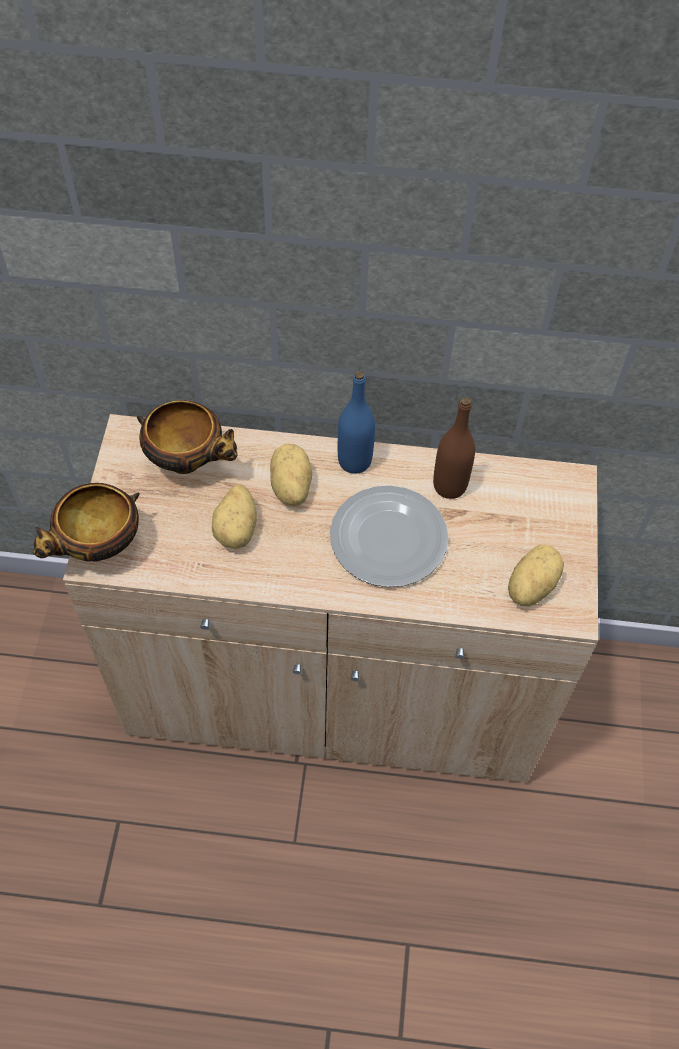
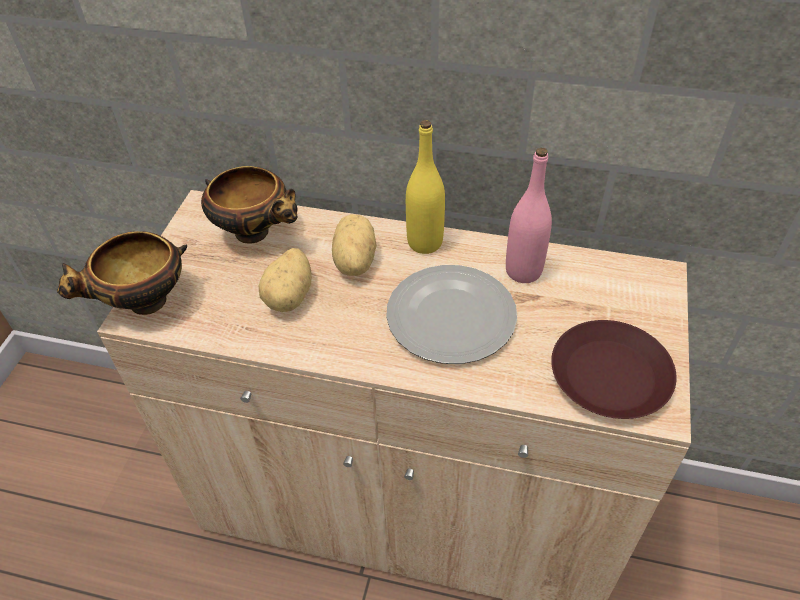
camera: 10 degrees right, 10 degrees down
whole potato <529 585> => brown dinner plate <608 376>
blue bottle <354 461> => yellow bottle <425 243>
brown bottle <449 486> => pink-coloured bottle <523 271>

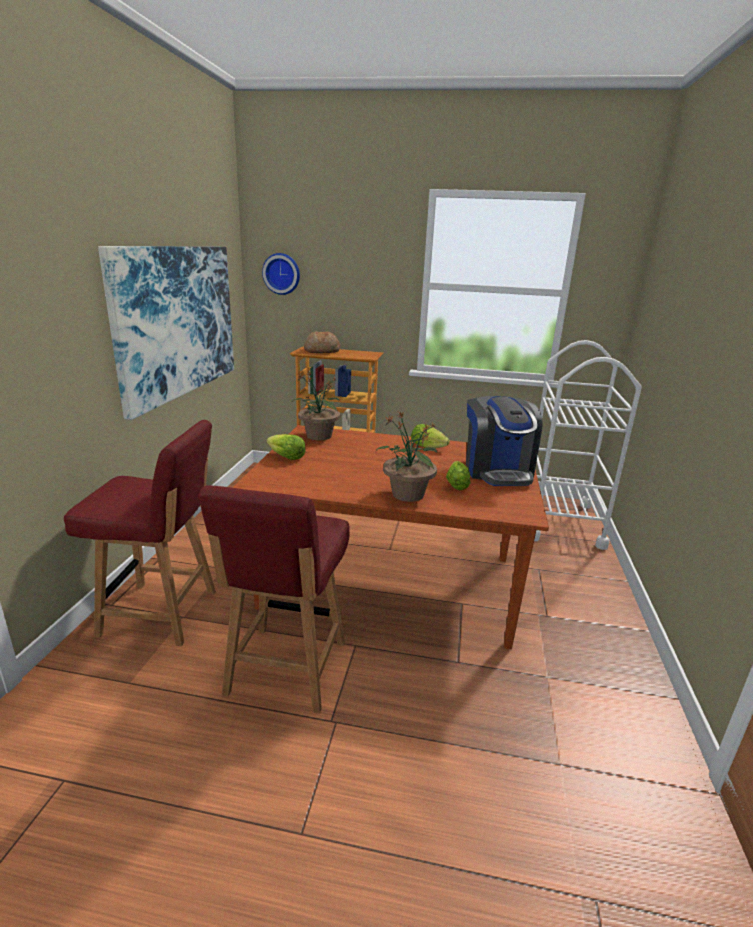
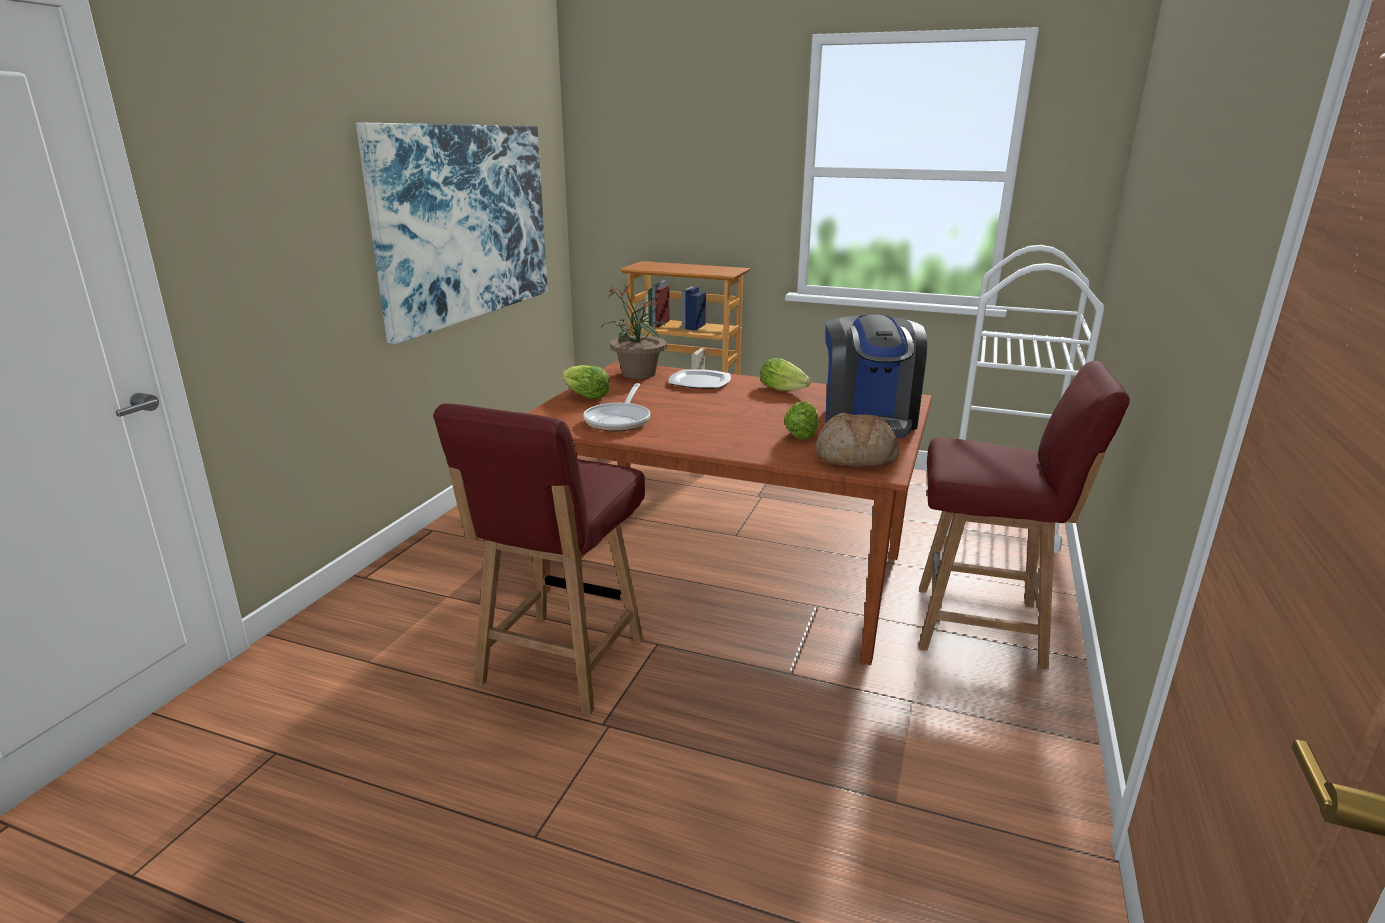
camera: 10 degrees right, 0 degrees up
clock on the wall <282 274> => nothing
plant in a pot <407 495> => nothing
nothing => frying pan <619 420>
nothing => dinner plate <700 382>
reddish upright chair <162 613> => reddish upright chair <983 626>, shifted
bakery bread <321 351> => bakery bread <855 458>, shifted

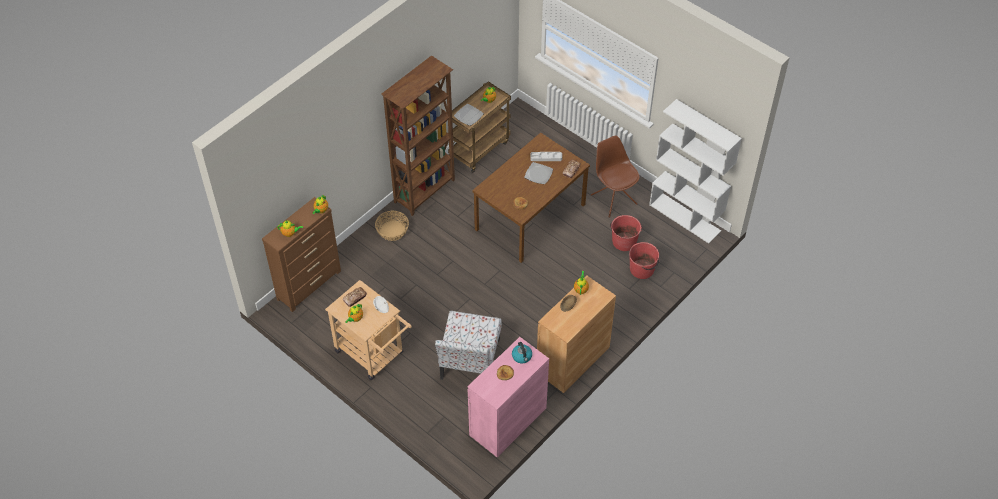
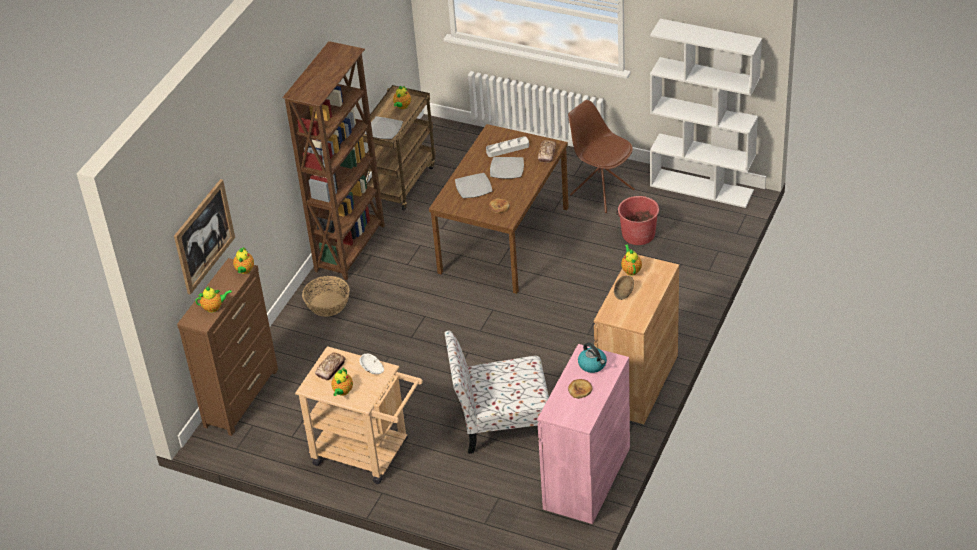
camera: 15 degrees left, 10 degrees down
reddish water bucket <642 269> => nothing
nothing => wall picture <204 236>
nothing => dinner plate <473 187>
upright chair <469 360> => upright chair <501 423>, 90 degrees clockwise

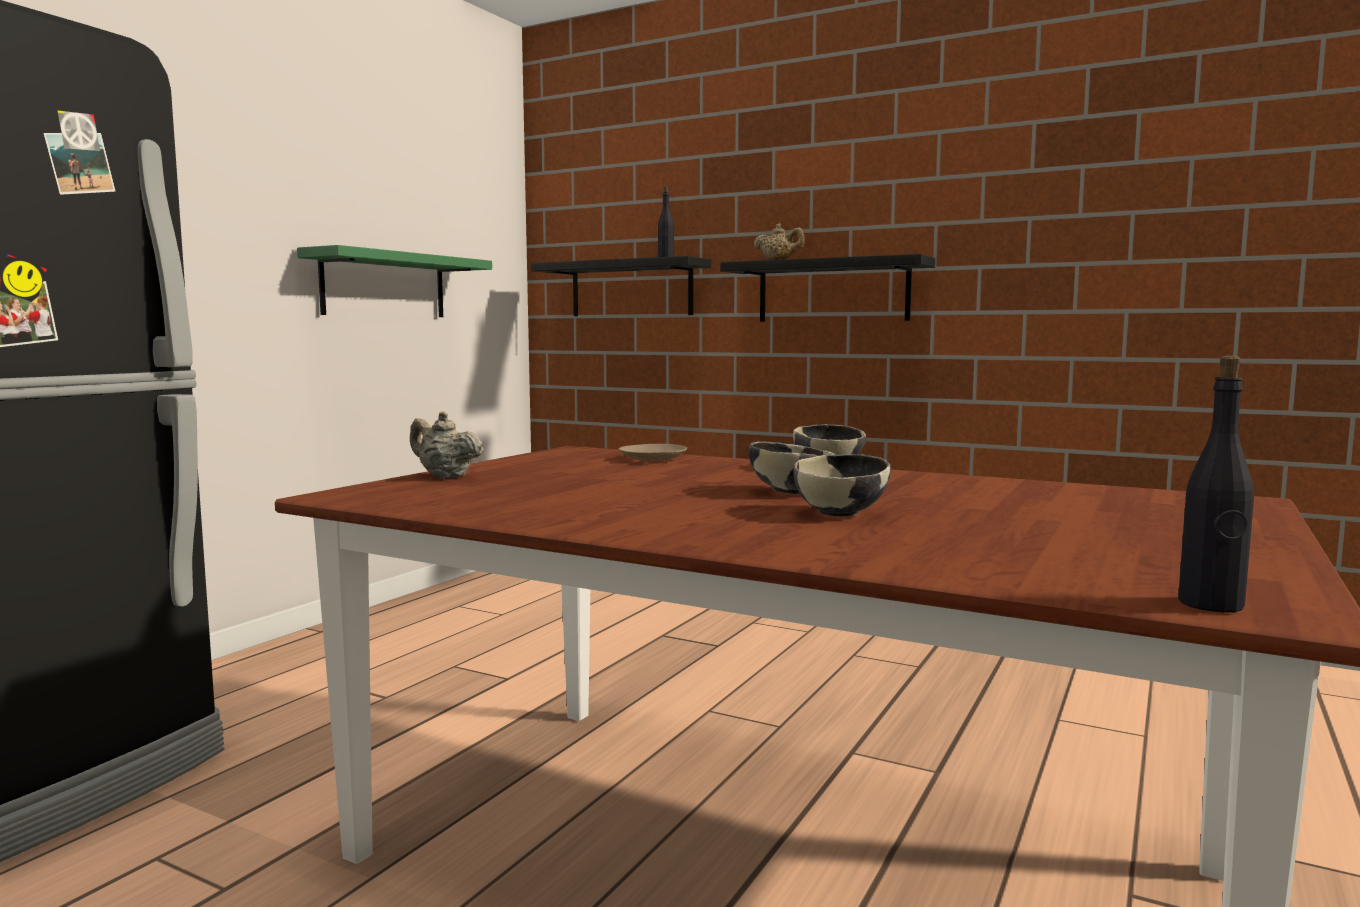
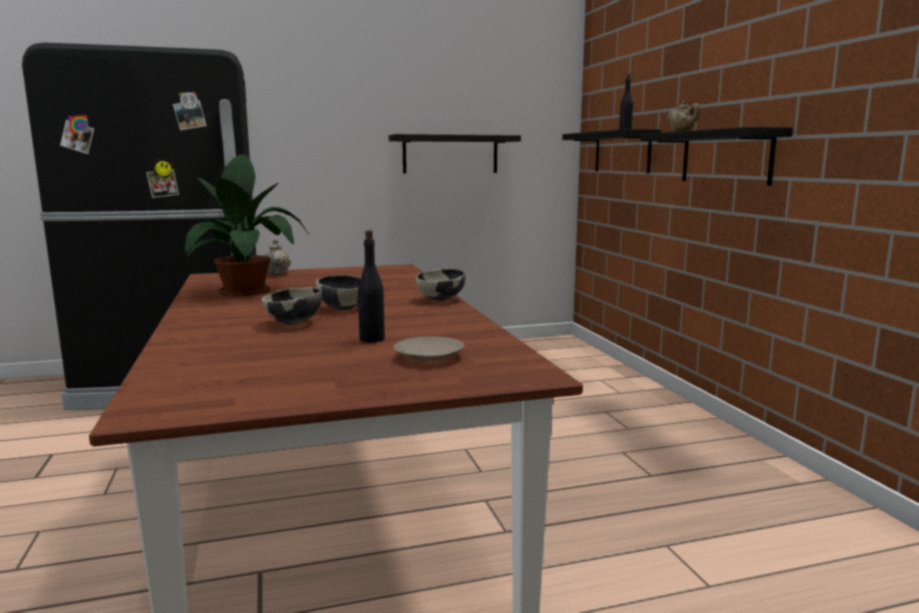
camera: 45 degrees right, 5 degrees up
nothing => plant in a pot <247 290>
beige dinner plate <653 459> => beige dinner plate <428 357>, shifted
blackish bottle <1211 604> => blackish bottle <371 339>, shifted
greenish wall shelf <384 286> => blackish wall shelf <450 154>

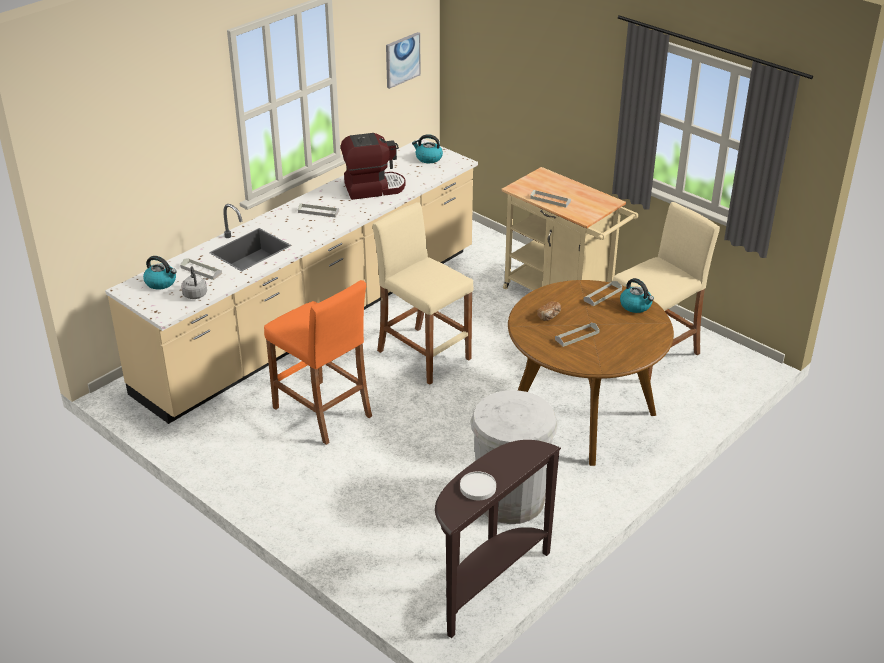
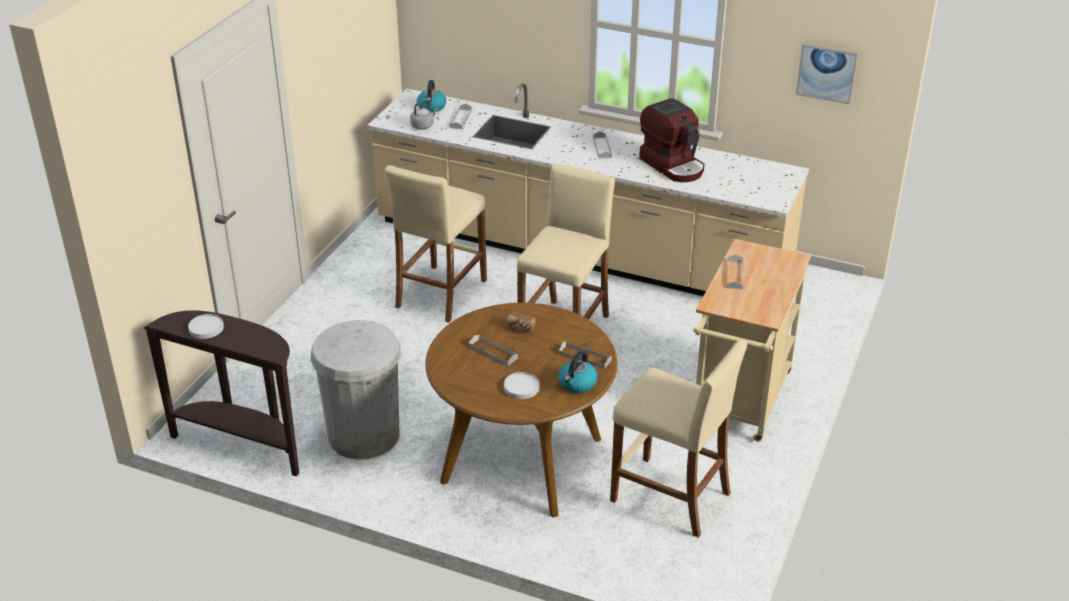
camera: 70 degrees right, 0 degrees up
tea kettle <428 158> => nothing
nothing => white dinner plate <521 387>
orange-coloured stool seat <322 412> => beige stool seat <440 293>

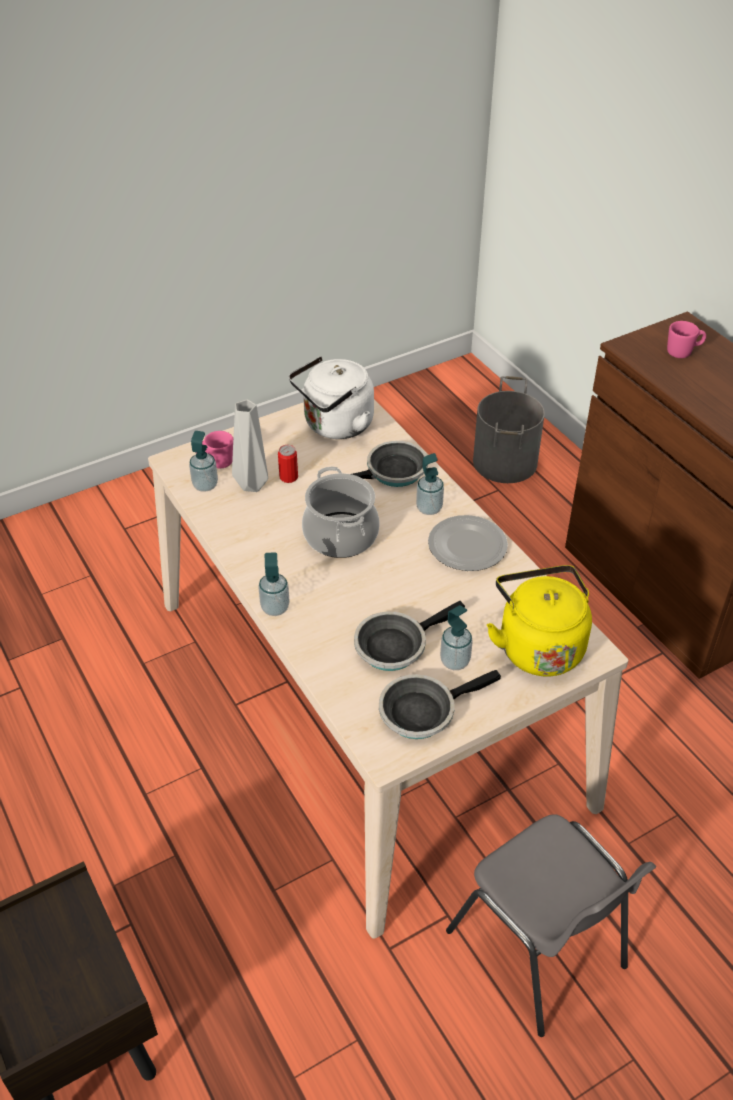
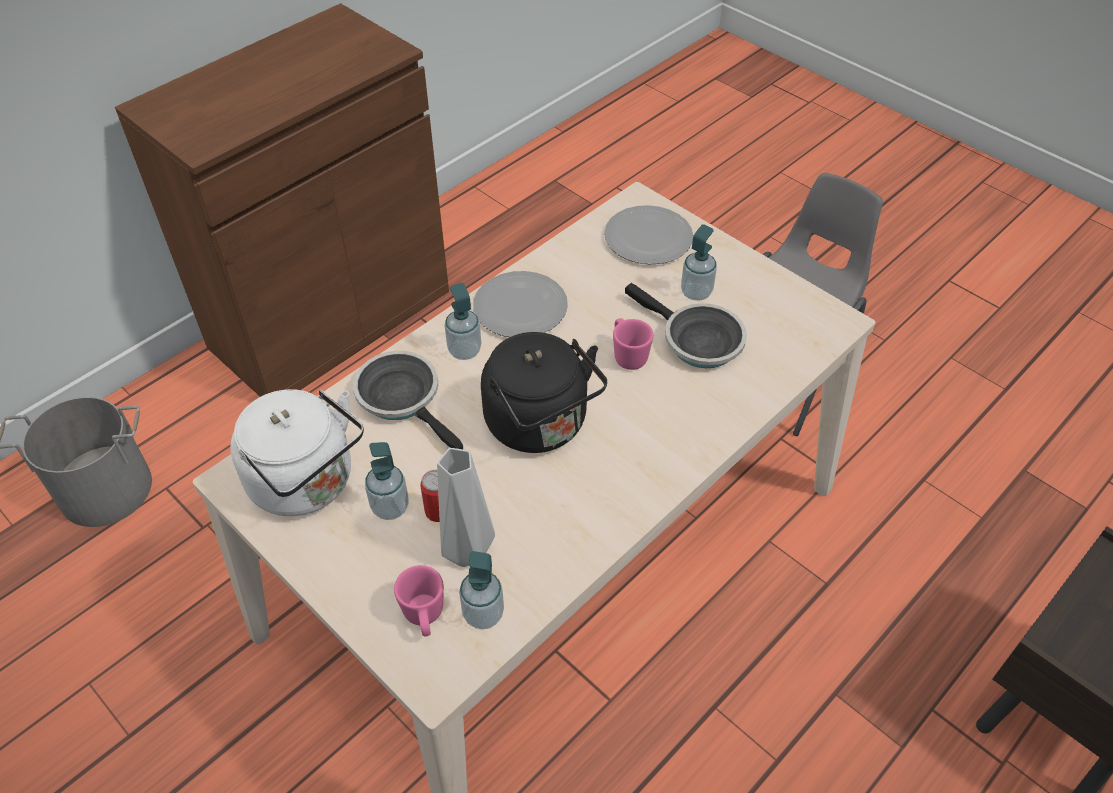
camera: 105 degrees left, 5 degrees up
frying pan <422 711> => nothing
soap dispenser <275 608> => soap dispenser <390 507>, shifted
pink-coloured mug <683 352> => pink-coloured mug <627 355>, shifted
stockpot <340 535> => blackish tea kettle <541 425>
yellow tea kettle <538 645> => dinner plate <647 238>

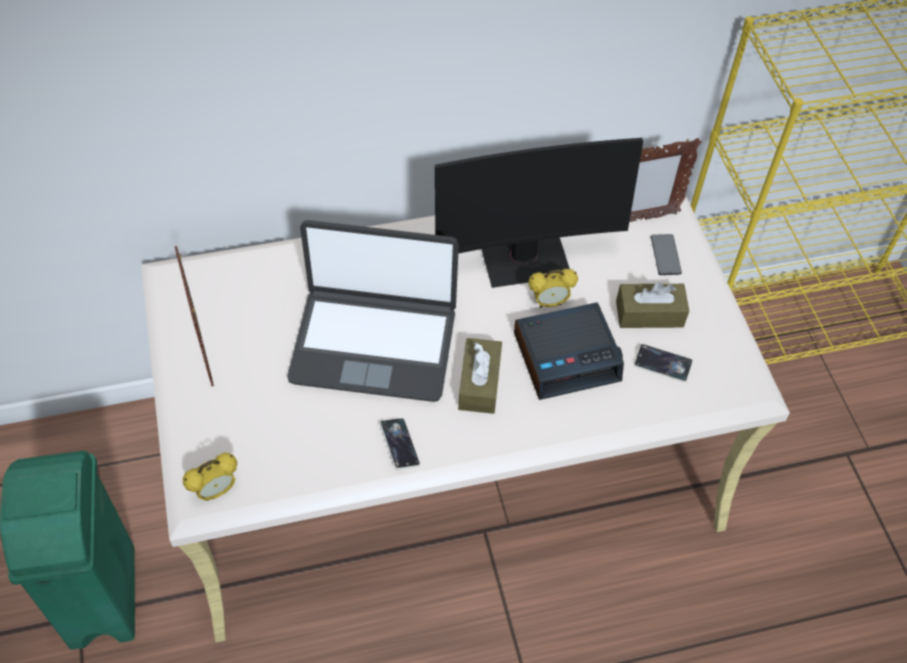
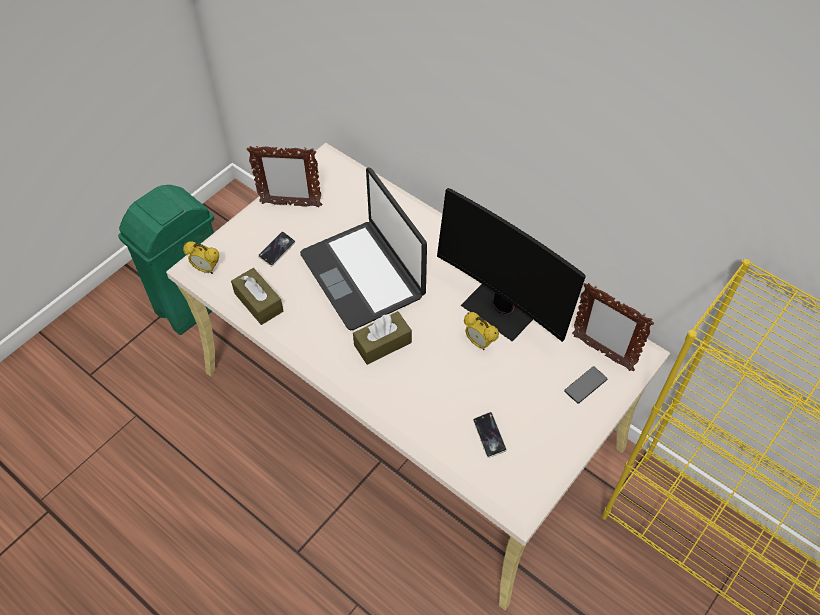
camera: 55 degrees right, 0 degrees up
alarm clock <567 356> => nothing
phone <399 445> => phone <277 250>, shifted
brown tissue box <649 314> => brown tissue box <258 302>, shifted
standing frame <204 350> => standing frame <290 204>, 120 degrees counterclockwise

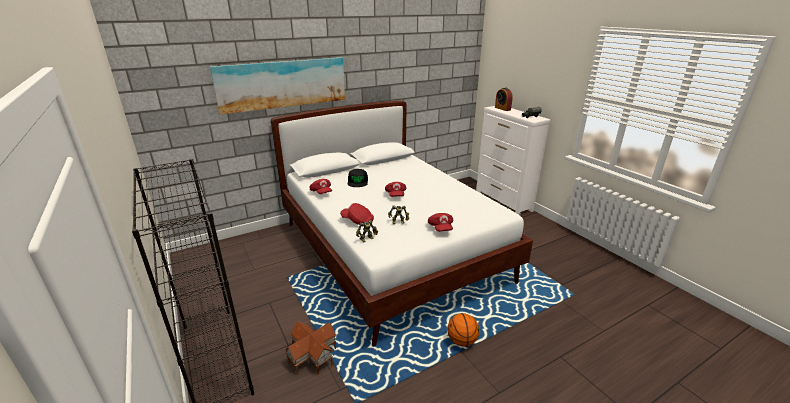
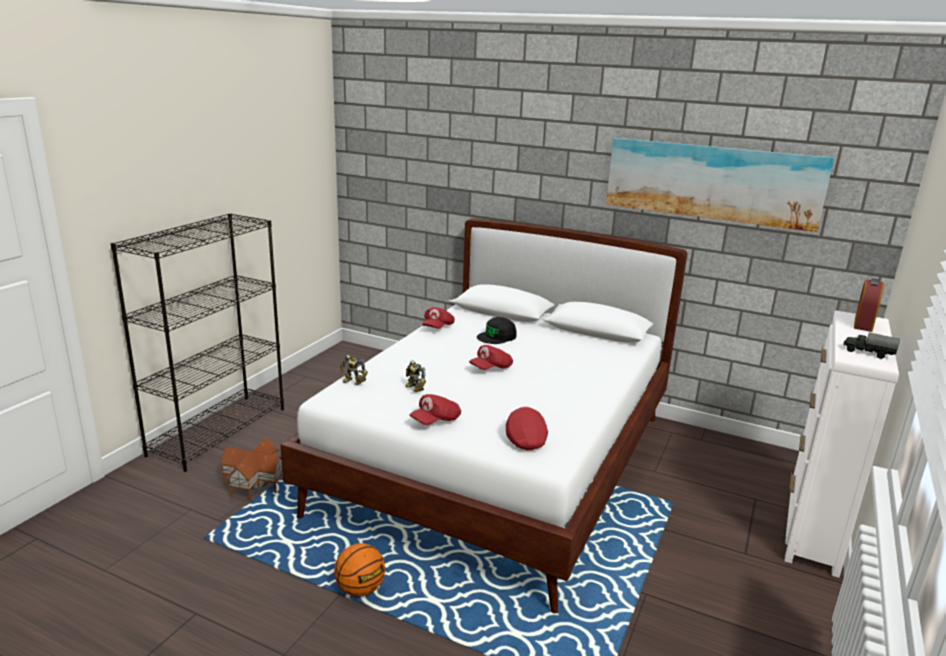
camera: 55 degrees right, 5 degrees down
wall picture <282 84> => wall picture <712 182>, shifted
reddish cap <358 221> => reddish cap <525 438>, shifted

